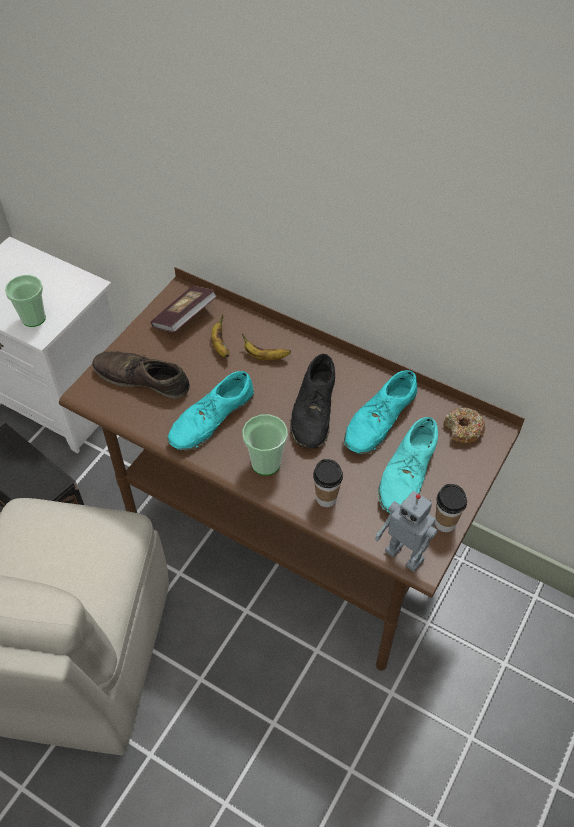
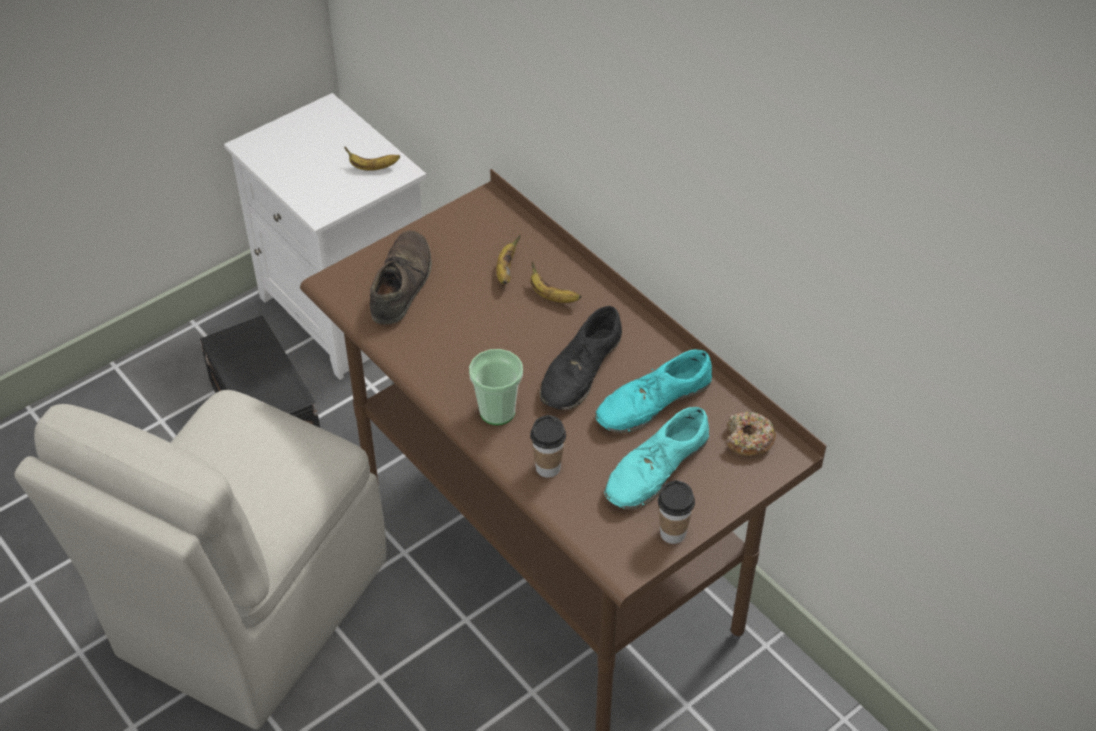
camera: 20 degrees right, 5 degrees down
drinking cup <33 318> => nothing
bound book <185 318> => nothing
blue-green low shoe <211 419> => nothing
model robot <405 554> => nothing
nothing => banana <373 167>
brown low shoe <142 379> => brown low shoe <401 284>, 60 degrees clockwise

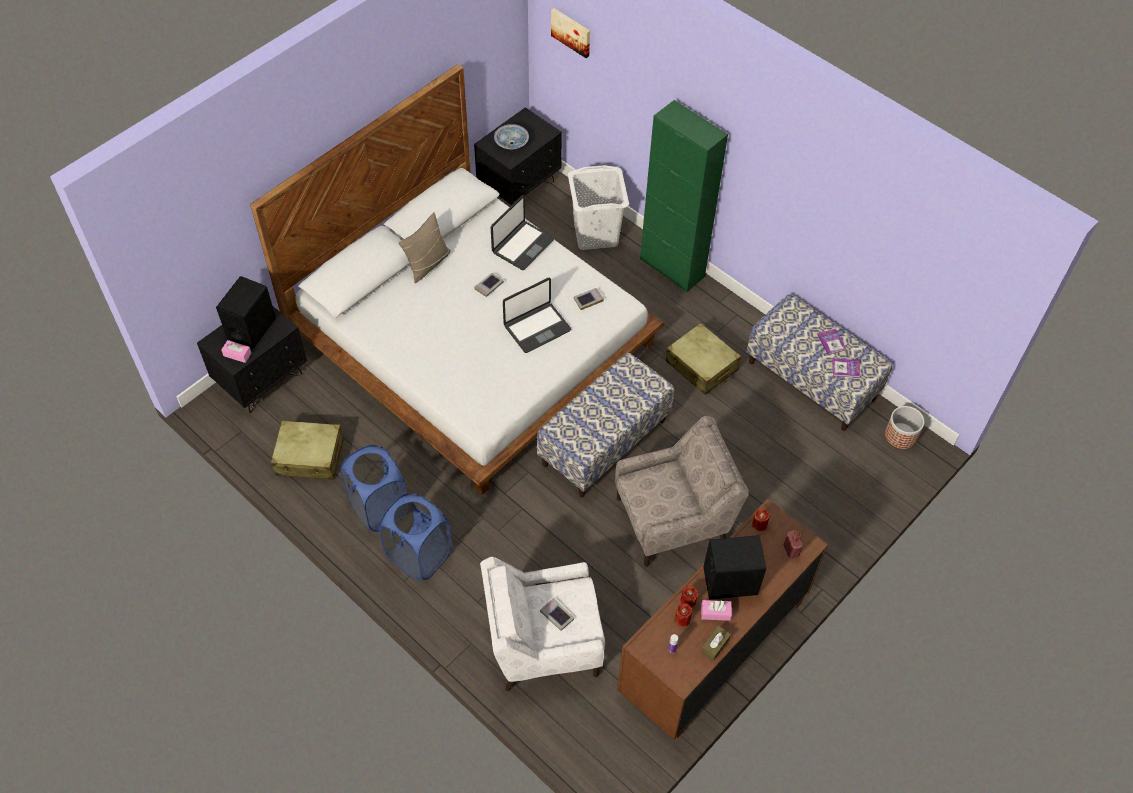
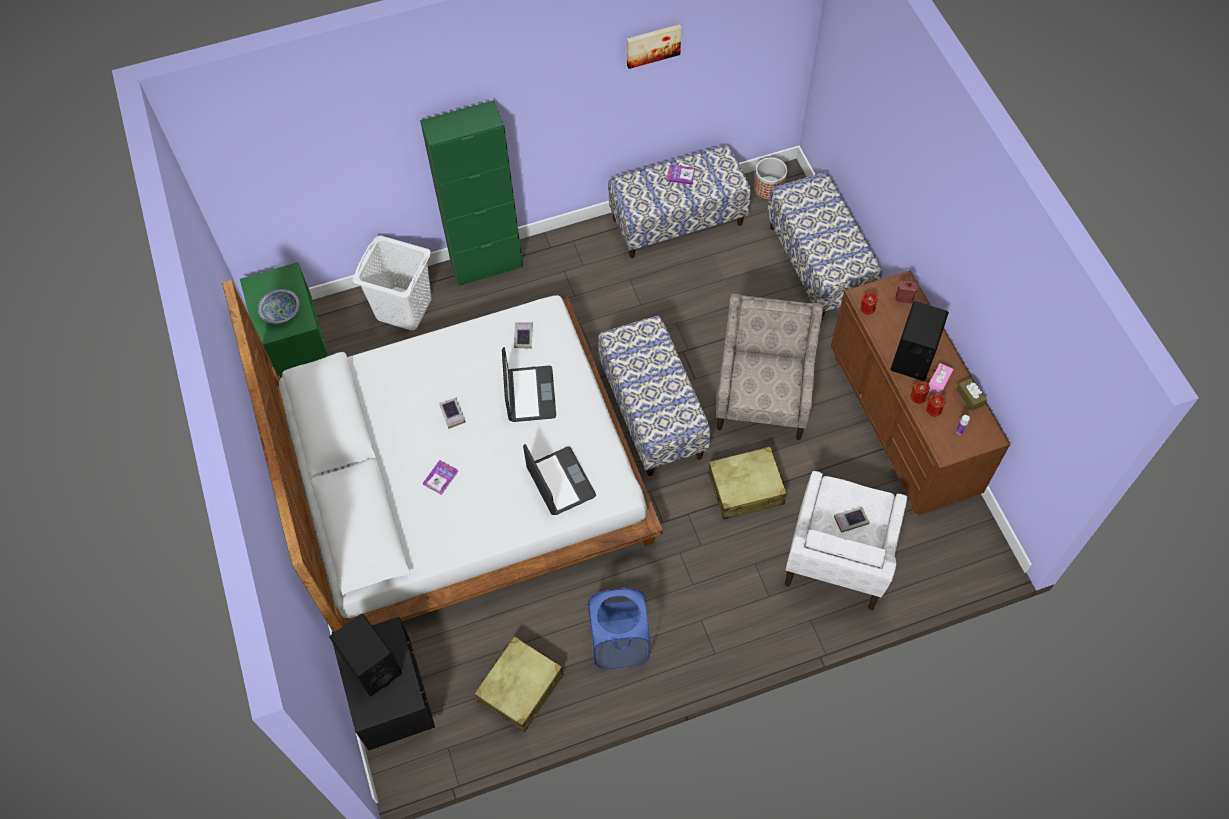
camera: 60 degrees left, 5 degrees up
pink-coloured tissue box <237 354> => nothing
blue laundry basket <419 555> => nothing
beige throw pillow <427 264> => nothing
nothing => bench <818 265>
laptop <522 246> => laptop <560 482>, shifted
wall picture <571 32> => wall picture <652 45>, shifted
beige piece of luggage <701 366> => beige piece of luggage <746 489>, shifted
bound book <846 368> => bound book <440 478>, shifted
blackish bedside table <519 187> => greenish bedside table <297 348>

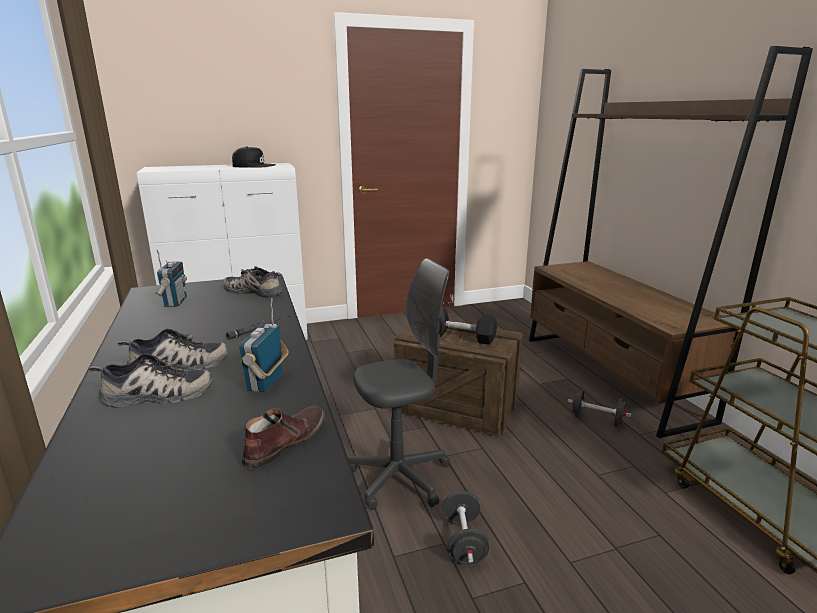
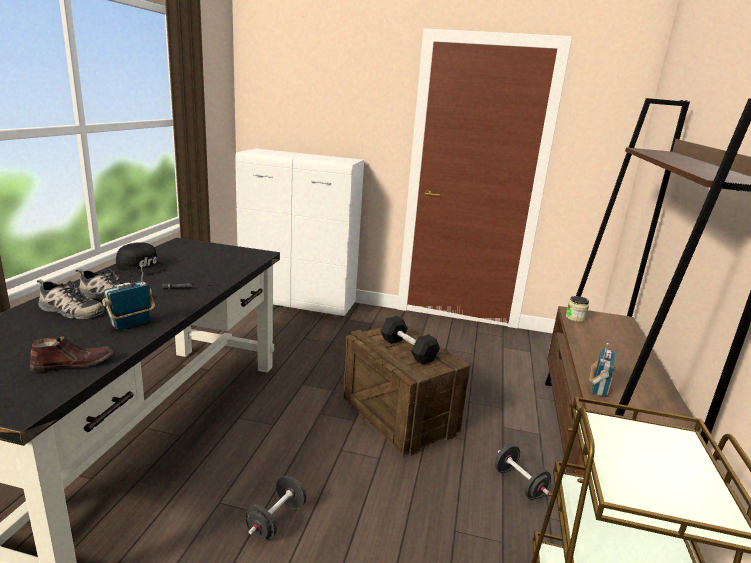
camera: 30 degrees right, 0 degrees up
low shoe <254 291> => nothing
gray office chair <399 477> => nothing
nothing => jar <575 318>
radio <175 302> => radio <598 389>, shifted
blackish cap <253 166> => blackish cap <142 266>, shifted

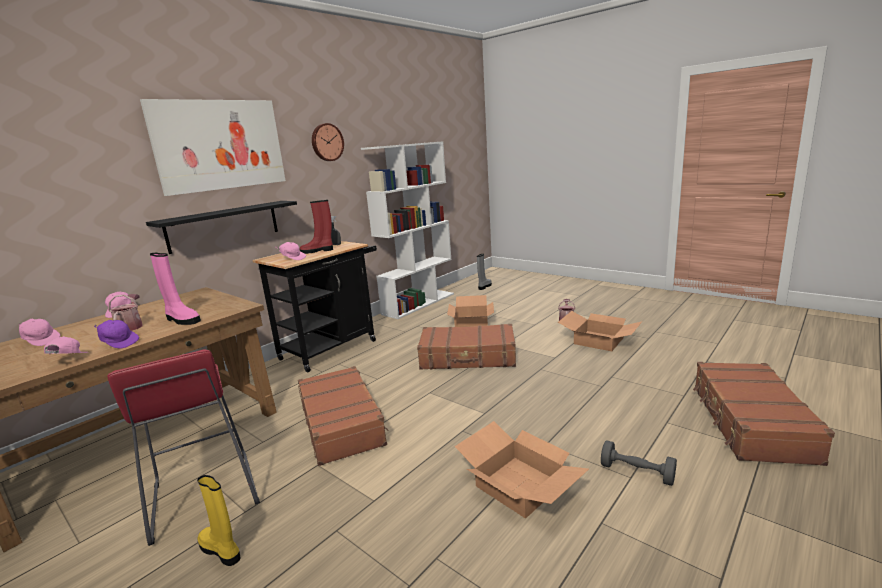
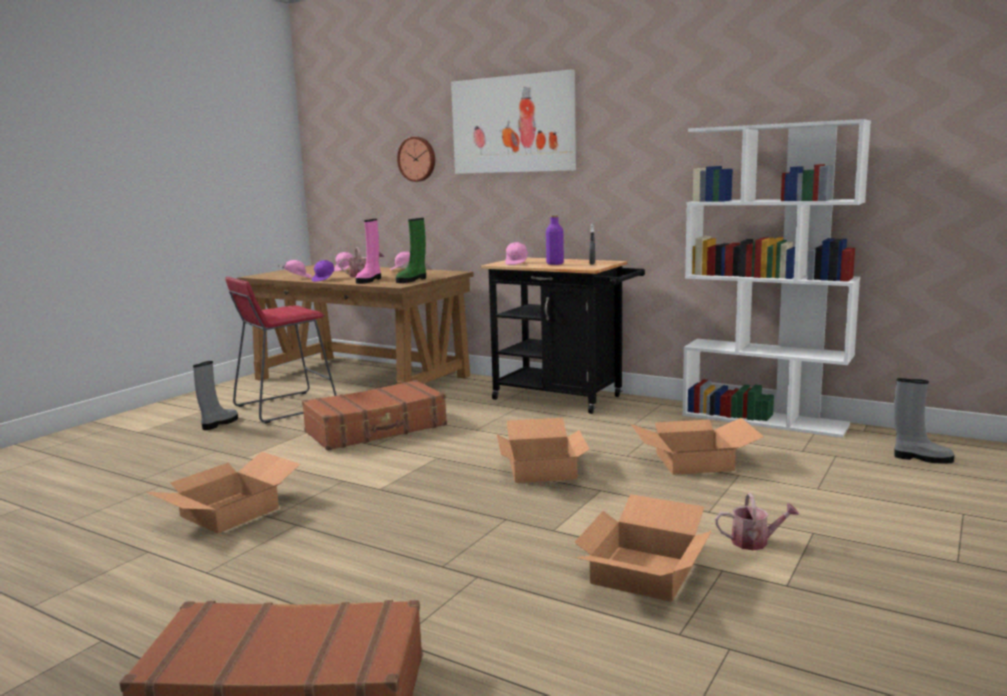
camera: 80 degrees right, 5 degrees down
blackish wall shelf <224 226> => nothing
gray dumbbell <637 472> => nothing
nothing => greenish high-top boot <412 280>
clock on the wall <326 142> => clock on the wall <417 159>, shifted
reddish high-top boot <318 251> => purplish bottle <555 263>
brown piece of luggage <468 357> => packing box <543 469>
yellow high-top boot <221 550> => gray high-top boot <219 424>

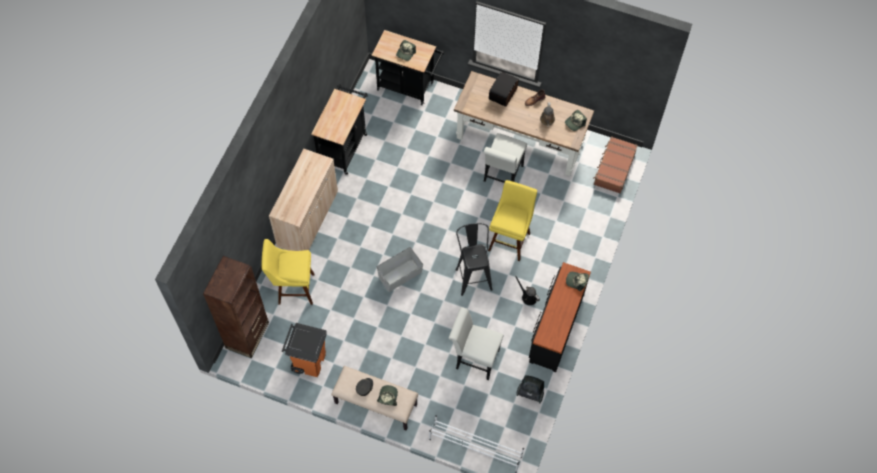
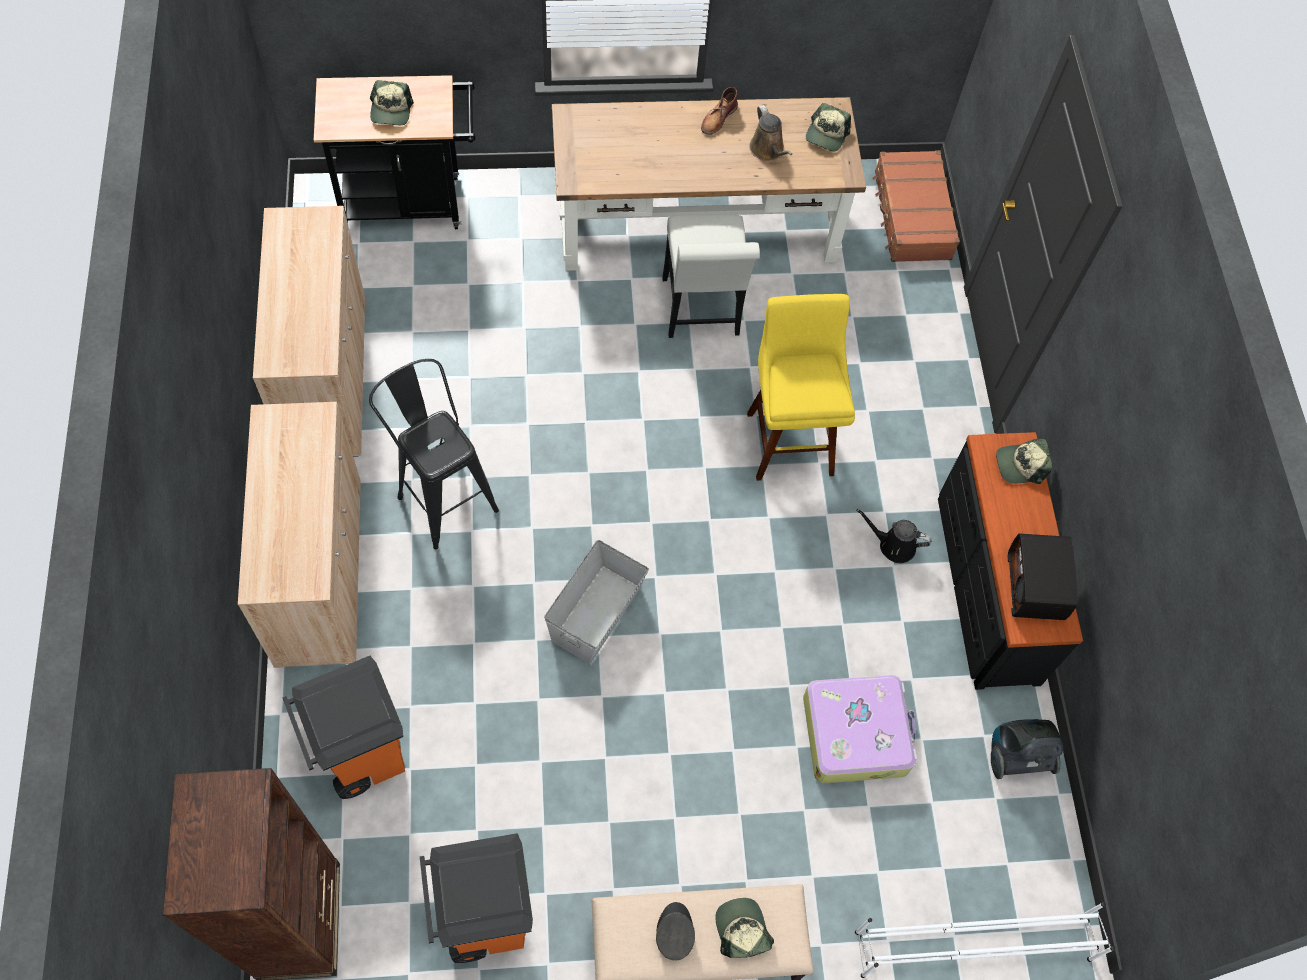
camera: 30 degrees left, 0 degrees up
blackish stool seat <473 275> => blackish stool seat <442 496>, shifted
radio <503 94> => radio <1036 587>, shifted
yellow stool seat <293 288> => orange-coloured trash can <361 752>
blackish trolley <344 146> => beige storage cabinet <327 377>
white upright chair <474 358> => piece of luggage <856 733>

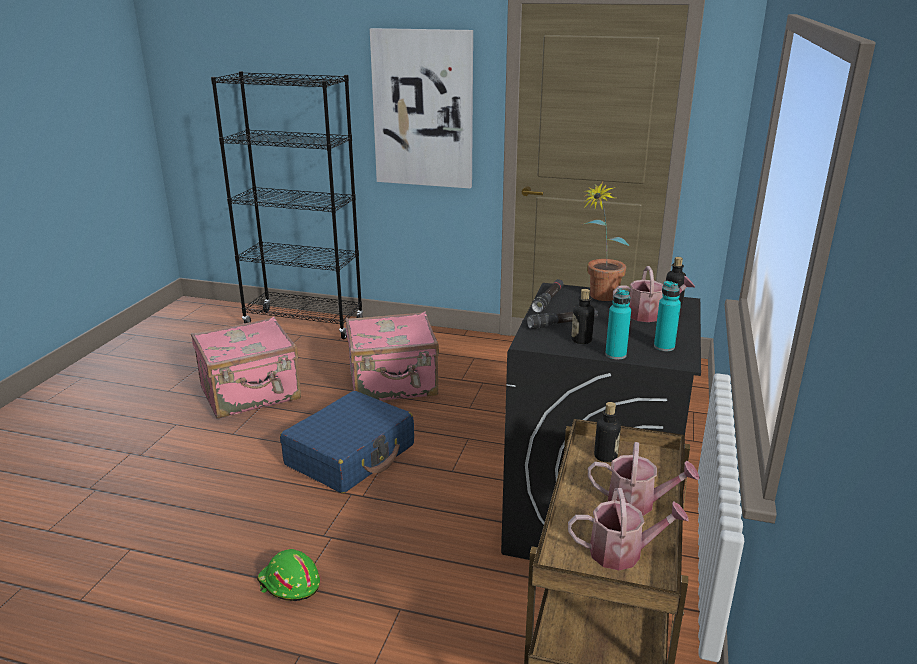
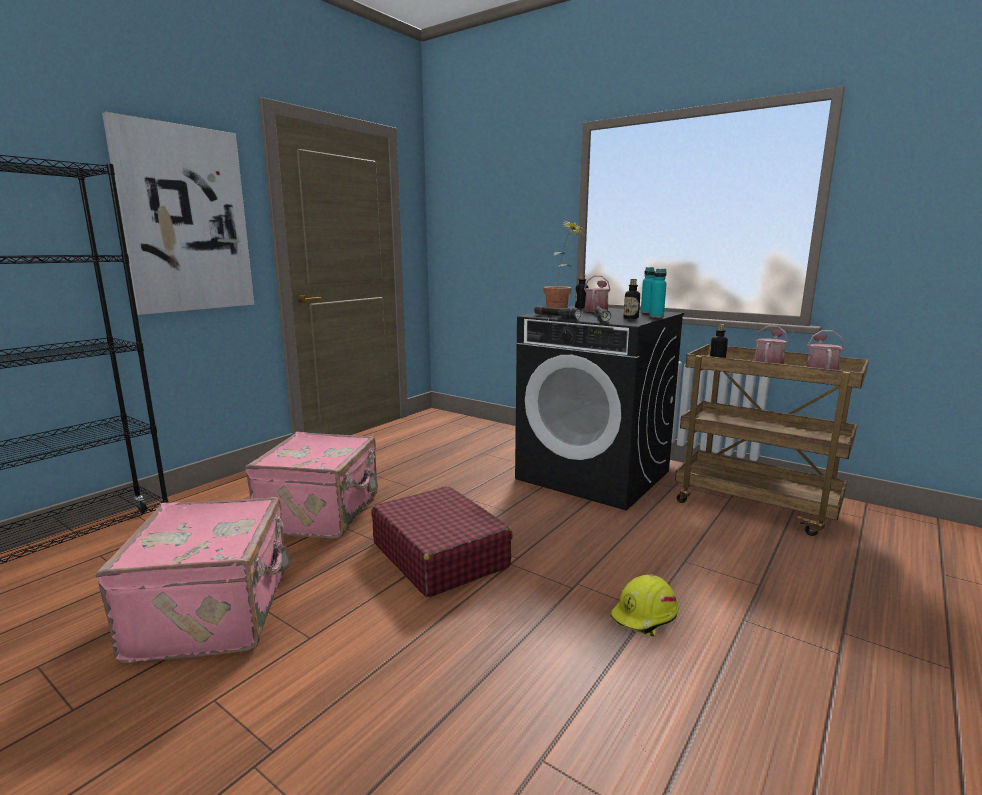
camera: 70 degrees left, 10 degrees down
greenish hard hat <289 584> => yellow hard hat <645 617>
blue piece of luggage <351 455> => reddish piece of luggage <439 555>

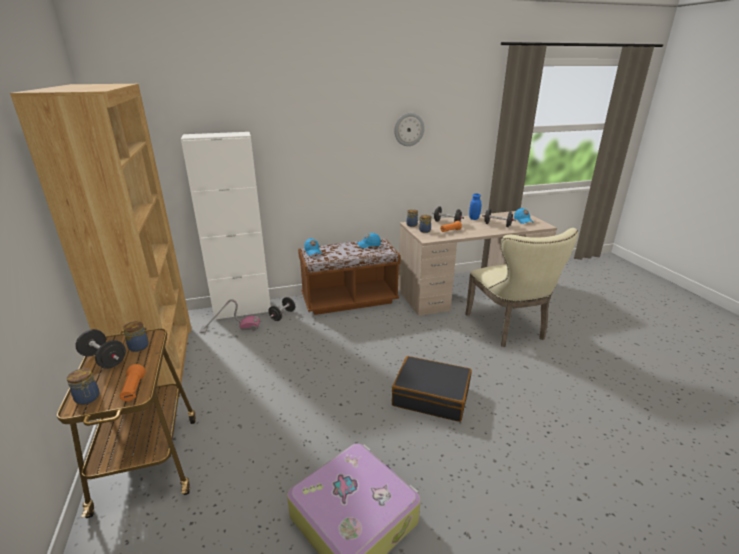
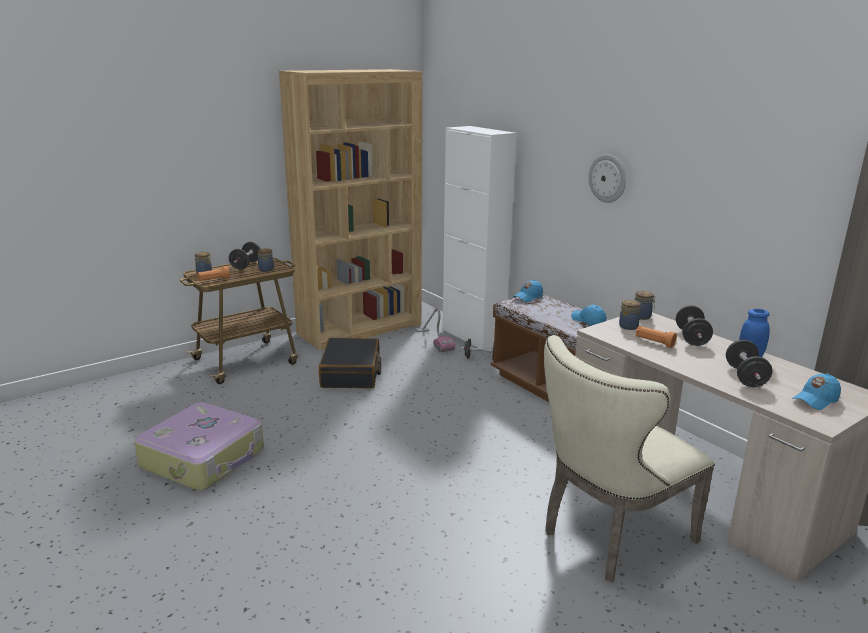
camera: 70 degrees right, 5 degrees down
blackish piece of luggage <431 396> => blackish piece of luggage <351 373>, shifted
clock on the wall <409 129> => clock on the wall <608 178>, shifted

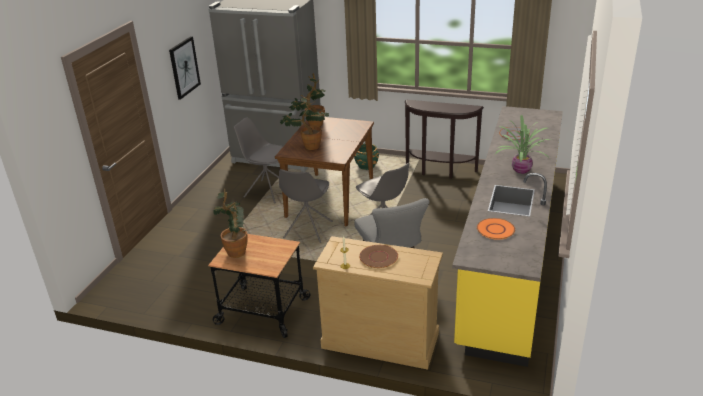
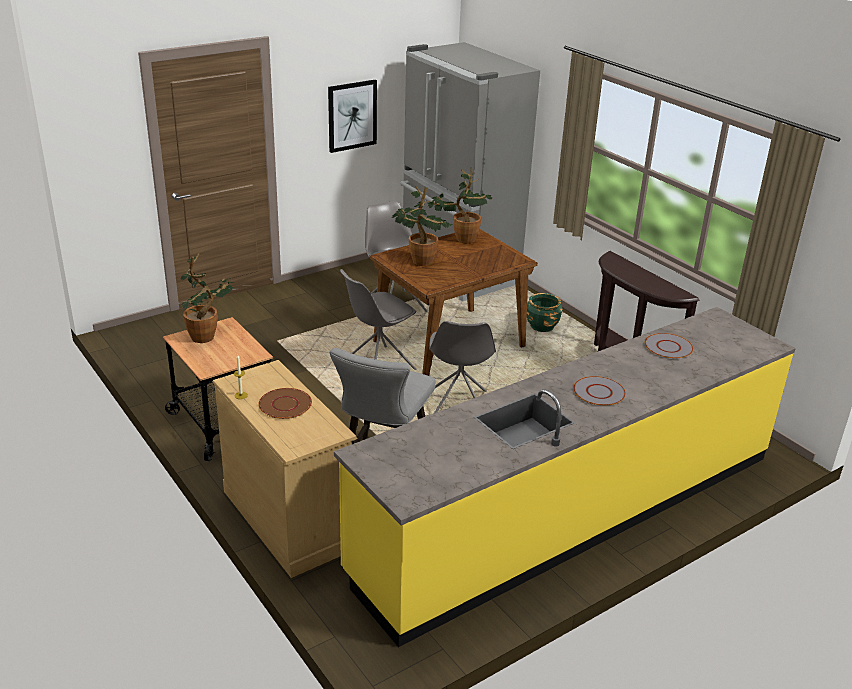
camera: 35 degrees right, 0 degrees up
orange-coloured dinner plate <495 229> => nothing
plant in a pot <521 170> => gray dinner plate <599 392>

